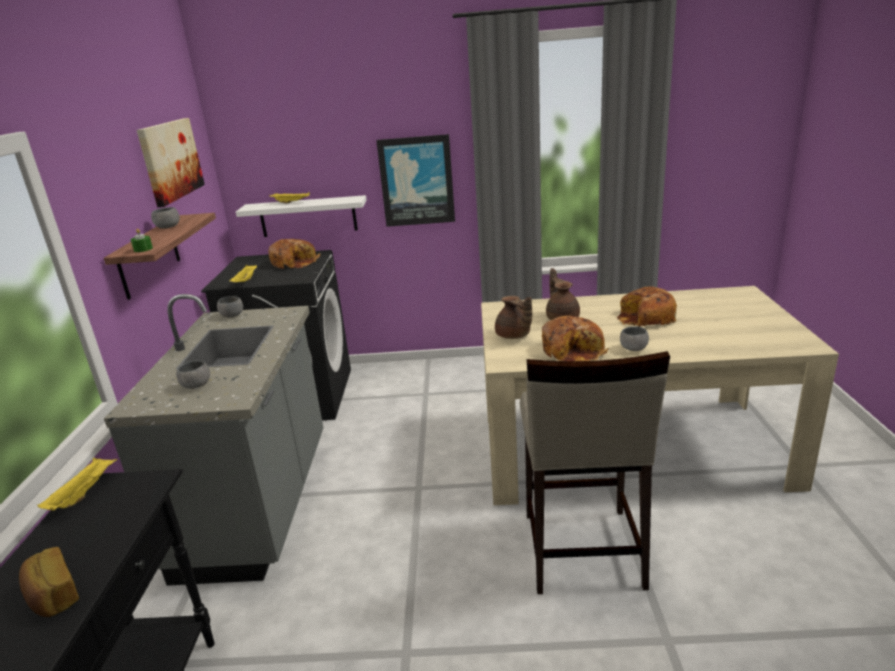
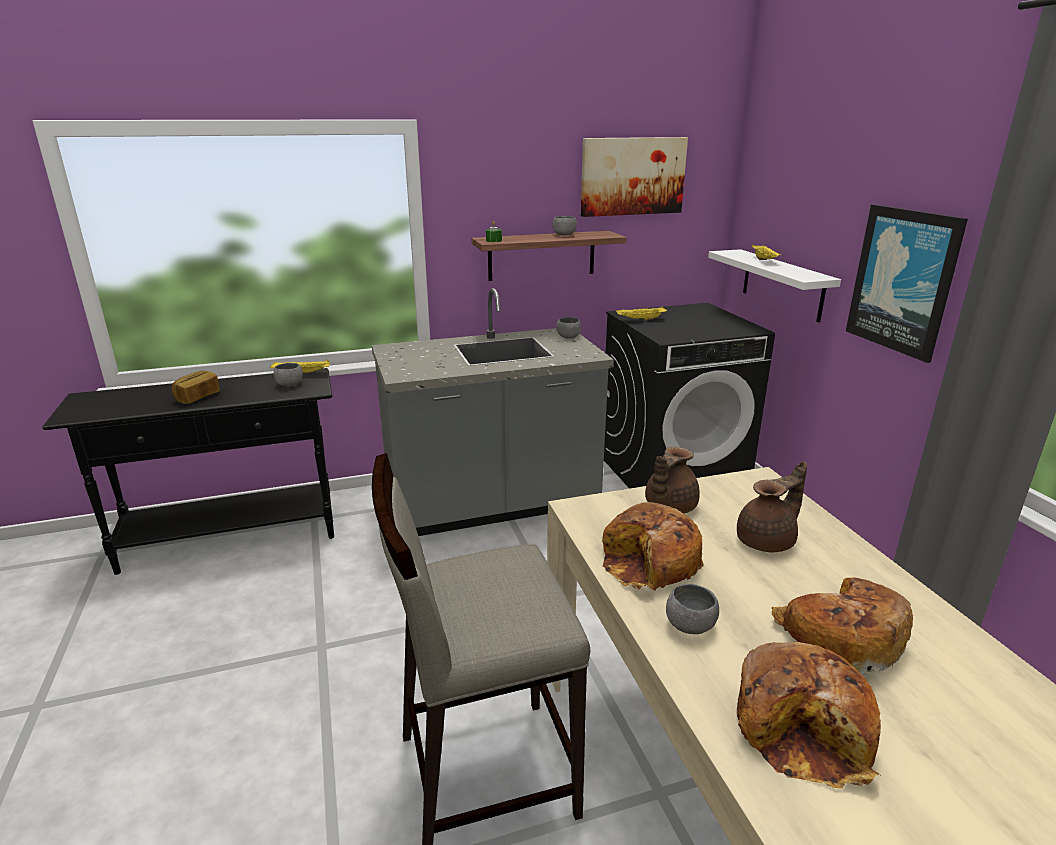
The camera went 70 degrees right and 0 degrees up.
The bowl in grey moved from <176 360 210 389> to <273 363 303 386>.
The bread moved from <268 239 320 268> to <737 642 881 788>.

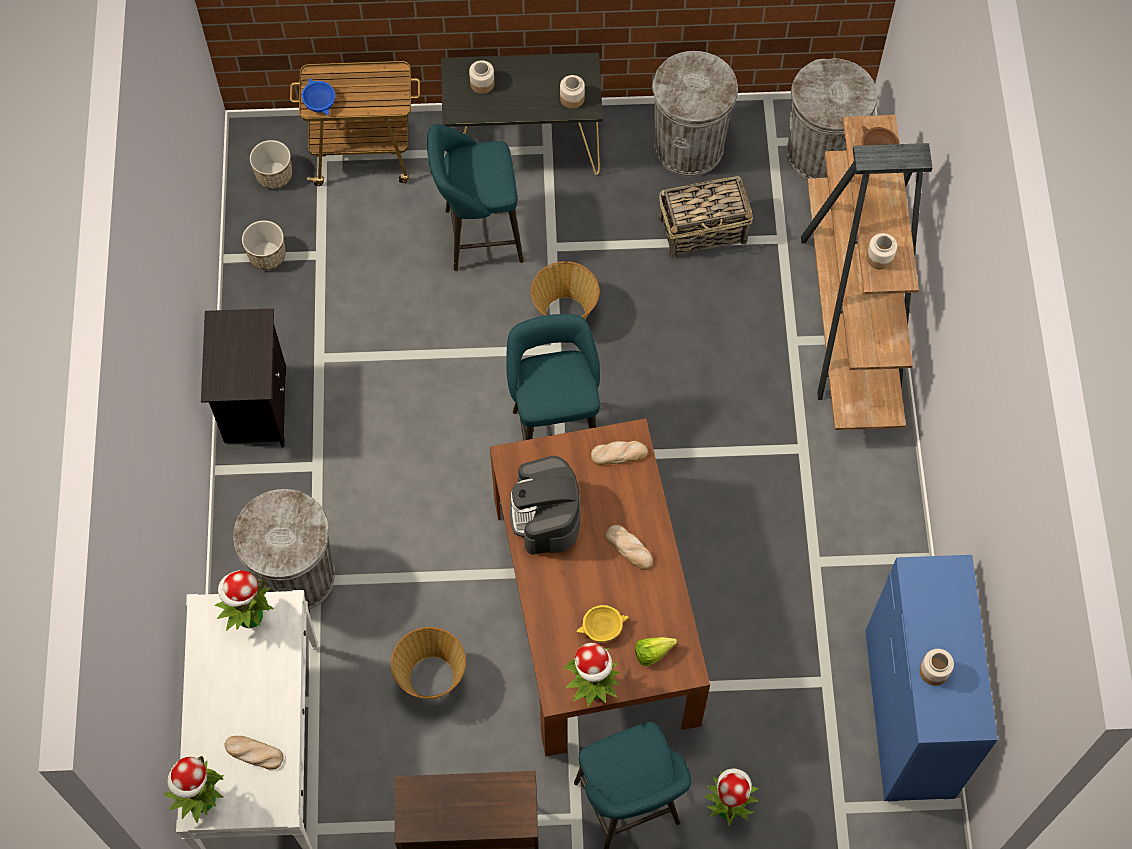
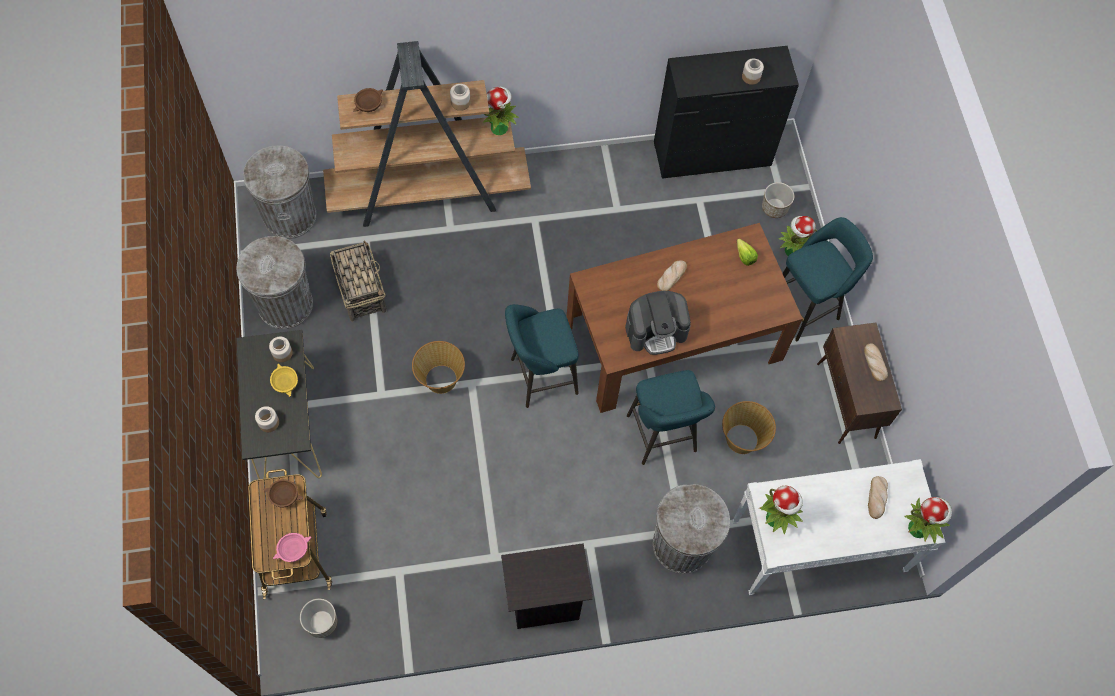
The camera went 100 degrees left and 0 degrees up.
The bowl in brown at <263 479 303 508> appeared.
The planter moved from <242 220 286 270> to <762 182 794 218>.
The stool in turquoise moved from <427 124 524 271> to <627 370 715 465>.
The potted plant moved from <563 643 620 707> to <483 87 519 135>.
The bowl in yellow moved from <576 605 629 642> to <270 363 298 397>.
The bread moved from <591 441 648 465> to <864 343 888 381>.
The bowl in blue at <302 78 335 116> became the bowl in pink at <273 533 311 562>.
The dresser in blue at <865 555 998 801> became the dresser in black at <654 46 799 179>.

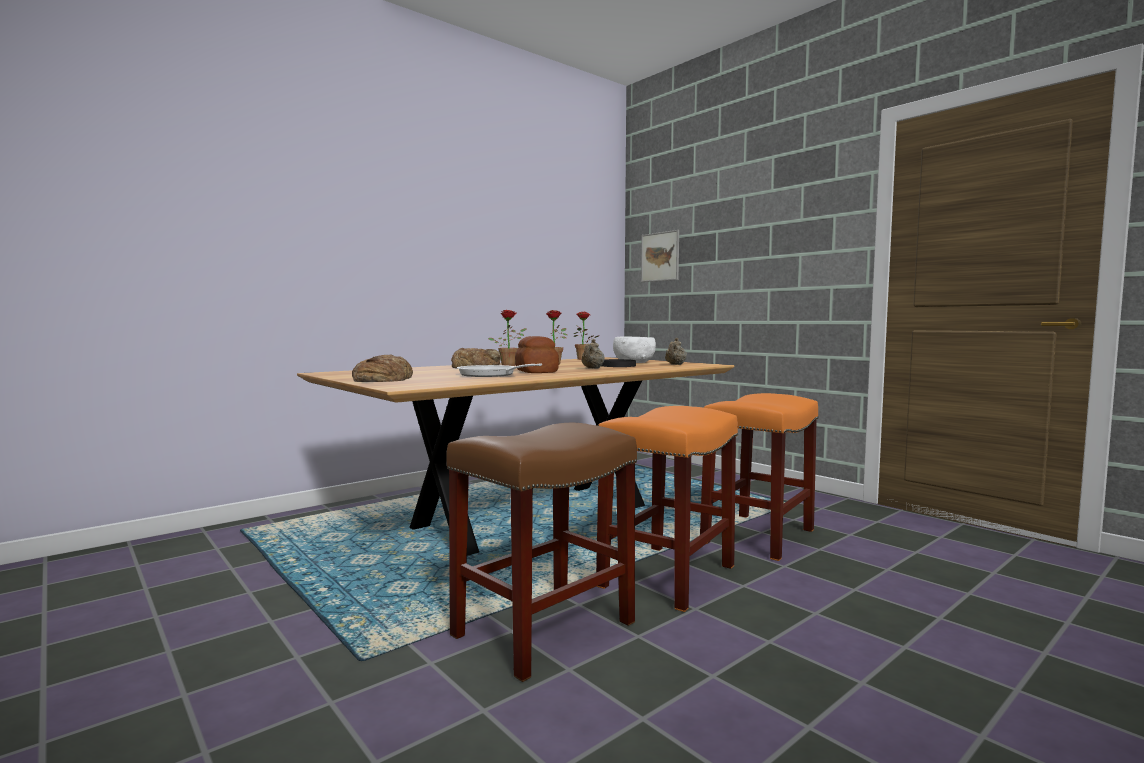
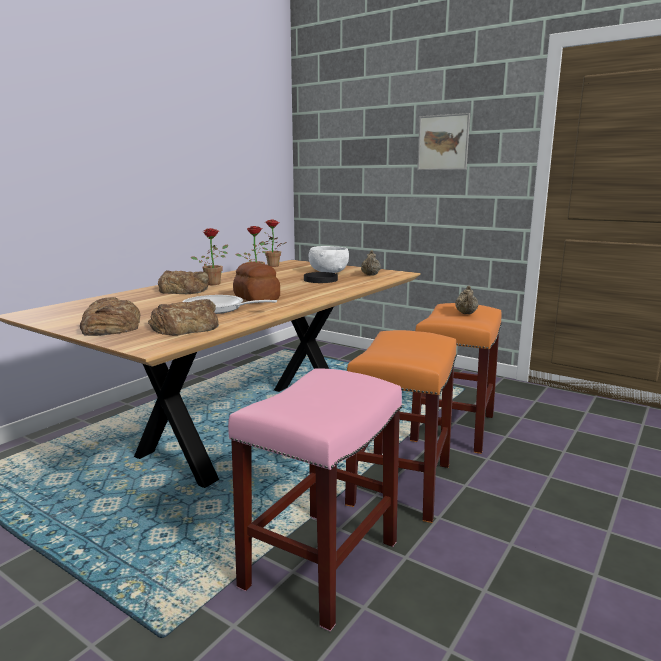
The camera went 15 degrees left and 10 degrees up.
The bread at <148 299 219 335> appeared.
The teapot in beige moved from <581 339 605 369> to <455 286 479 314>.
The picture moved from <641 230 679 282> to <417 113 470 170>.
The stool in brown at <446 423 637 682> became the stool in pink at <228 368 402 631>.

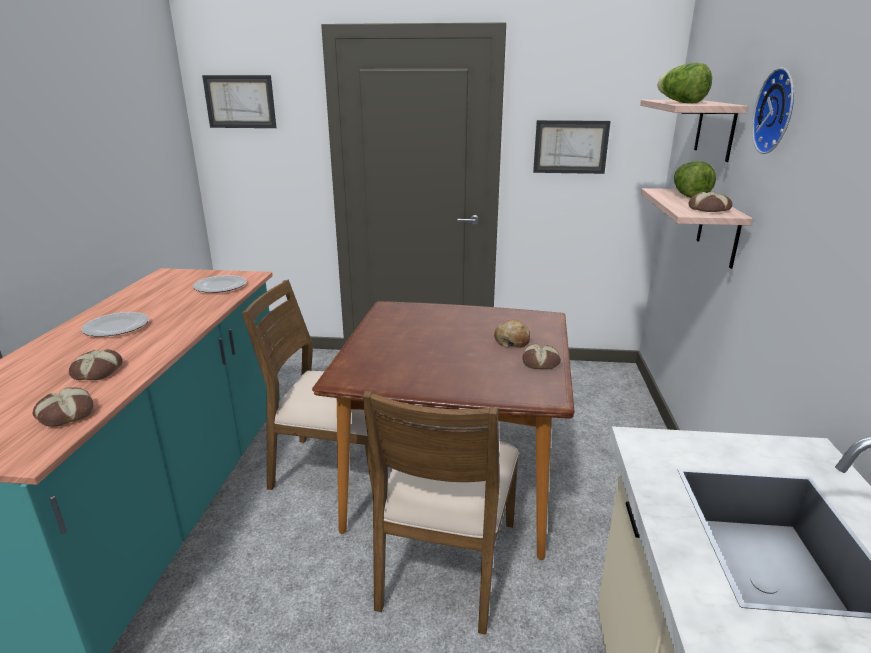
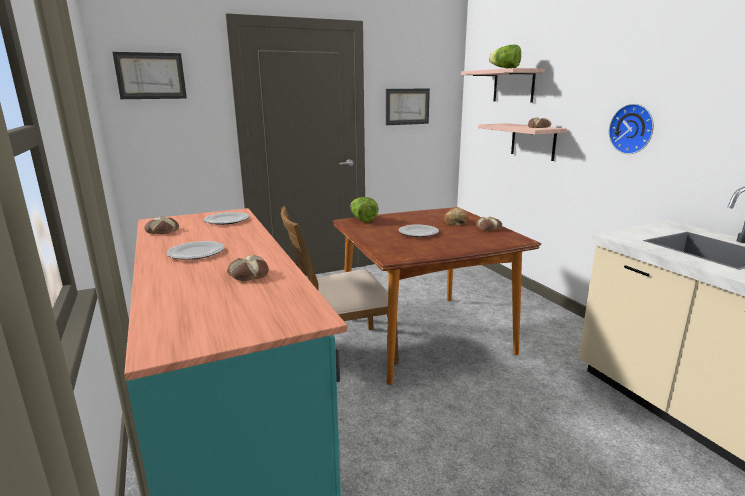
The camera went 30 degrees left and 5 degrees down.
The chair in brown at <362 391 519 635> disappeared.
The plate at <399 225 439 237> appeared.
The bread moved from <33 387 94 427> to <144 217 179 234>.
The lettuce moved from <674 161 716 198> to <350 197 378 222>.
The wall clock moved from <752 67 794 154> to <609 104 654 154>.

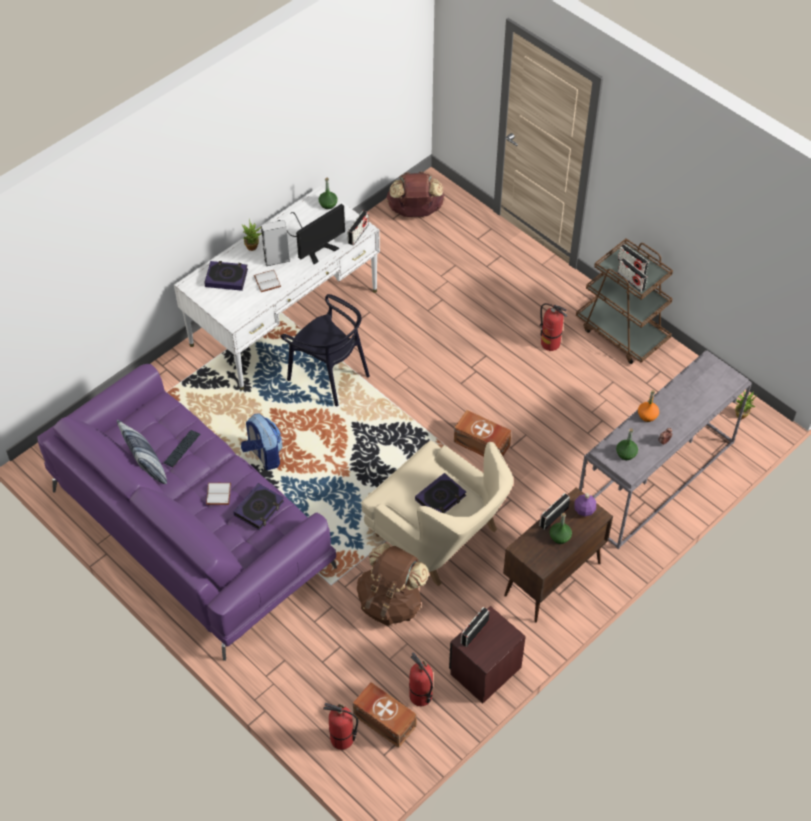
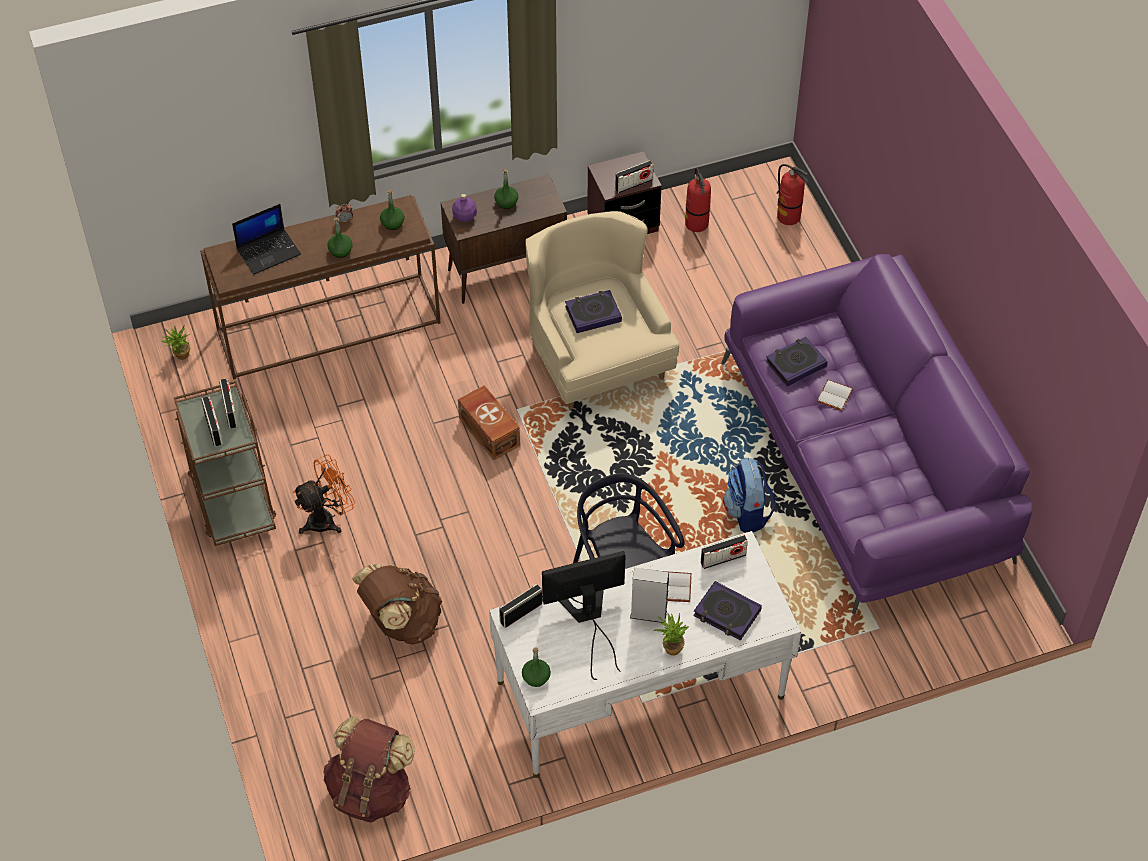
The camera went 155 degrees left and 0 degrees up.
The pillow at <117 420 167 484> disappeared.
The keyboard at <164 430 200 467> disappeared.
The storage box in brown at <353 682 417 748> disappeared.
The laptop at <232 204 301 275> appeared.
The backpack in brown moved from <357 543 429 626> to <352 564 443 645>.
The radio moved from <539 493 570 530> to <701 535 748 569>.
The fire extinguisher at <540 303 567 351> was replaced by the fan in orange at <292 454 355 534>.
The console table in grey at <579 351 752 549> became the console table in brown at <200 195 441 379>.
The bottle in orange at <638 390 659 422> became the bottle in green at <327 217 353 258>.

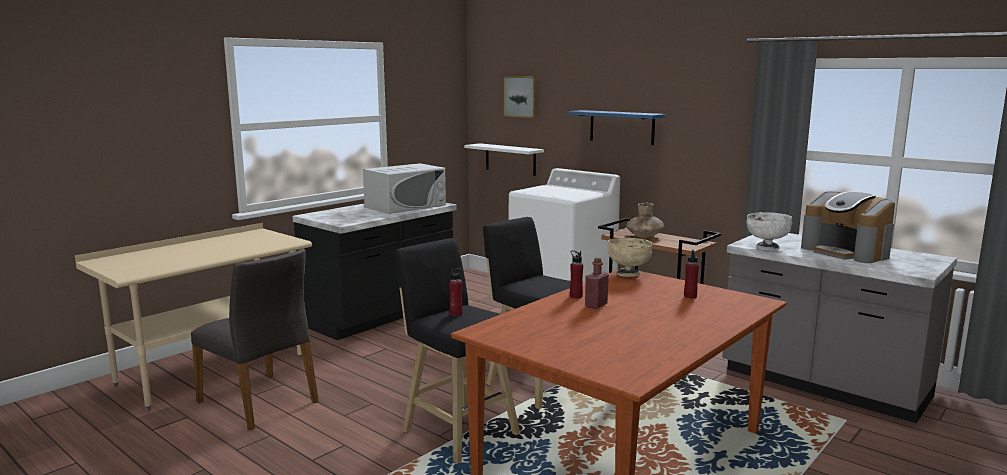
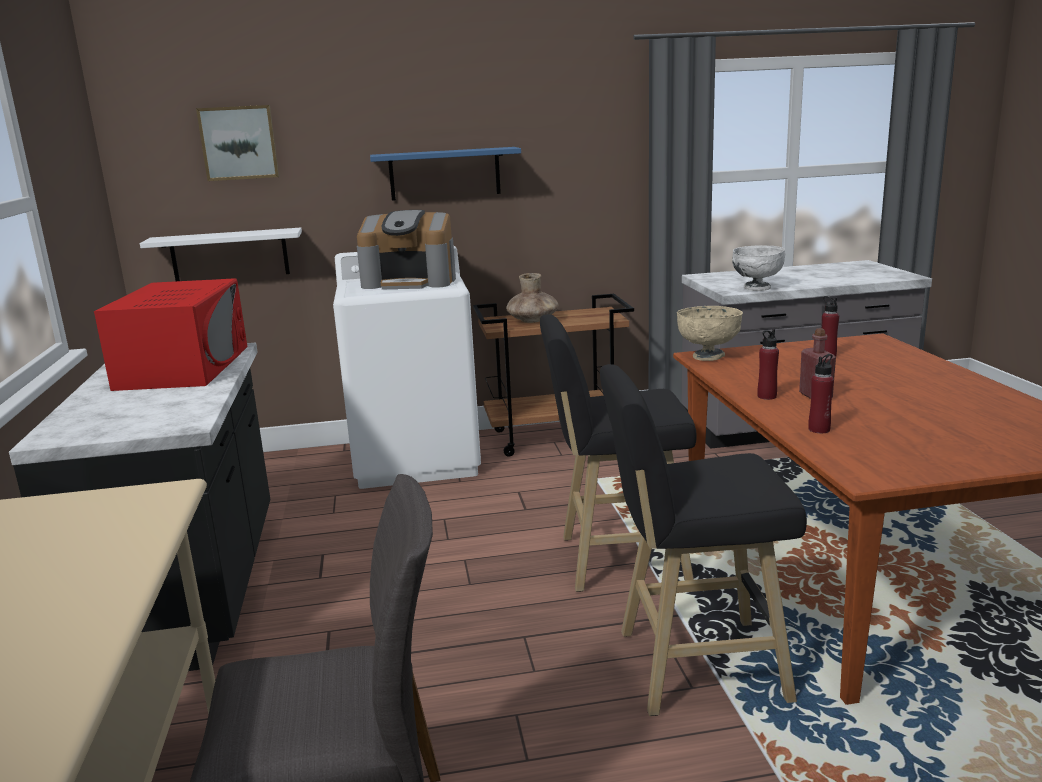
The camera went 50 degrees left and 5 degrees up.
The bottle in red moved from <449 267 463 316> to <808 354 834 433>.
The coffee machine moved from <801 191 895 263> to <357 210 456 289>.
The microwave in white at <363 163 446 214> became the microwave in red at <94 278 247 391>.

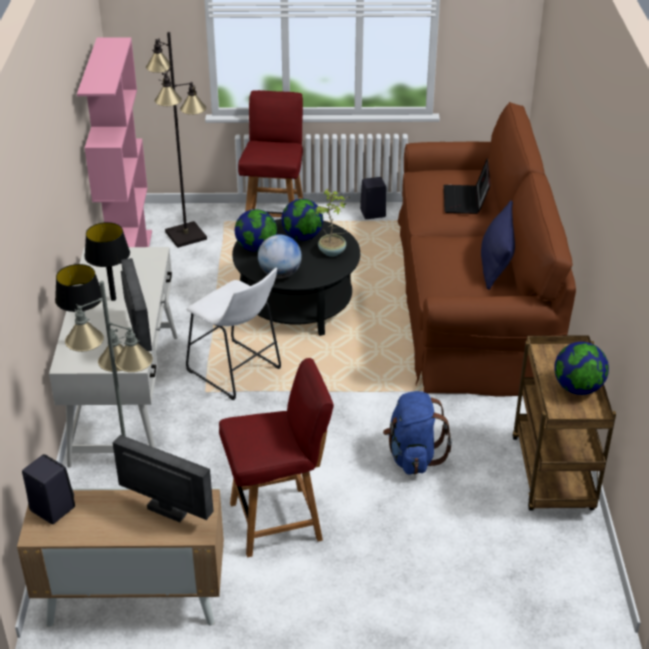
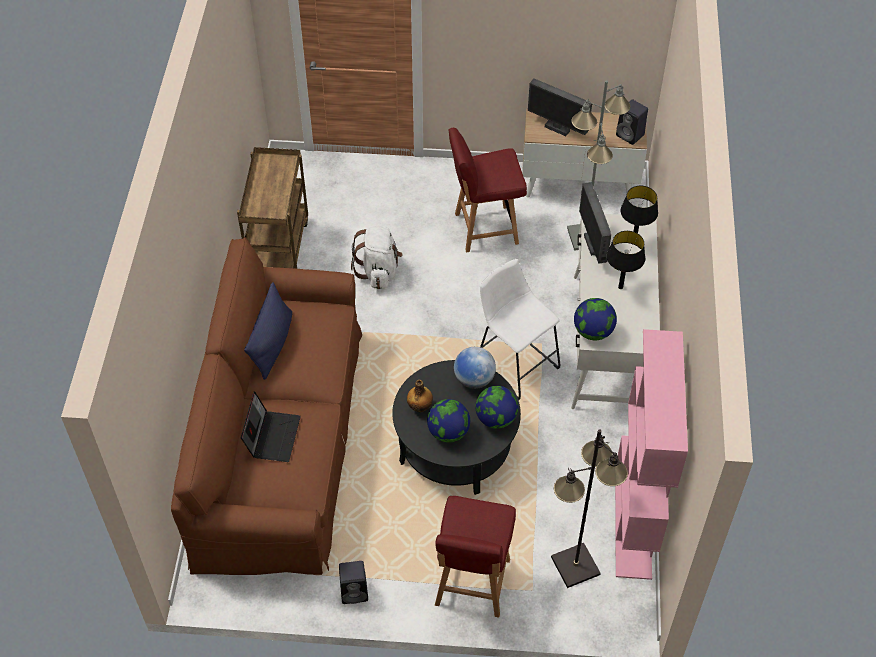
The camera went 175 degrees left and 15 degrees up.
The globe moved from <554 342 609 395> to <574 298 617 340>.
The potted plant at <315 189 350 257> was replaced by the bottle at <407 380 433 413>.
The backpack in blue at <383 391 452 474> became the backpack in white at <351 225 403 289>.

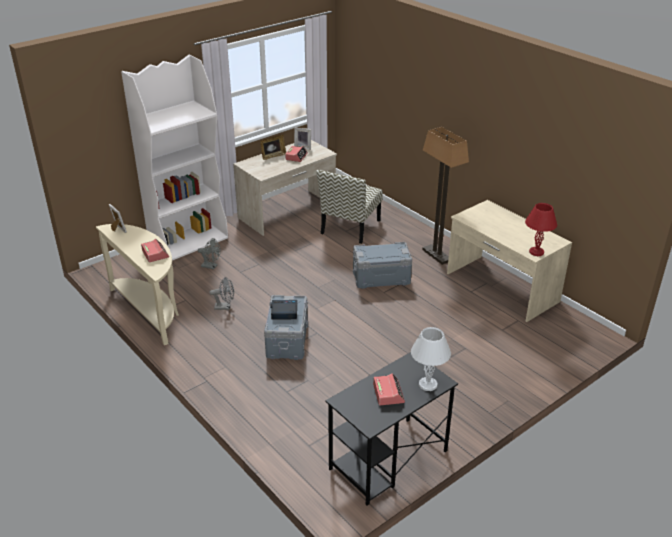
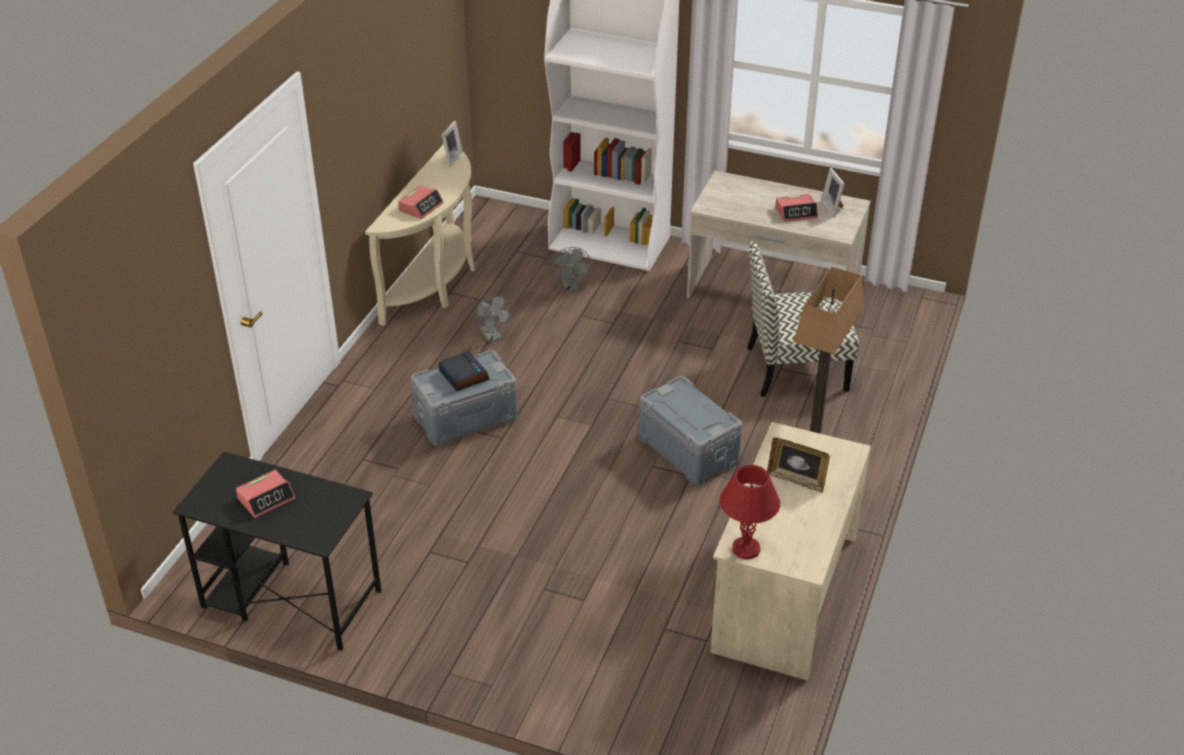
The camera went 60 degrees right and 5 degrees up.
The table lamp in white at <411 327 451 391> disappeared.
The picture frame moved from <260 135 286 160> to <767 438 830 493>.

